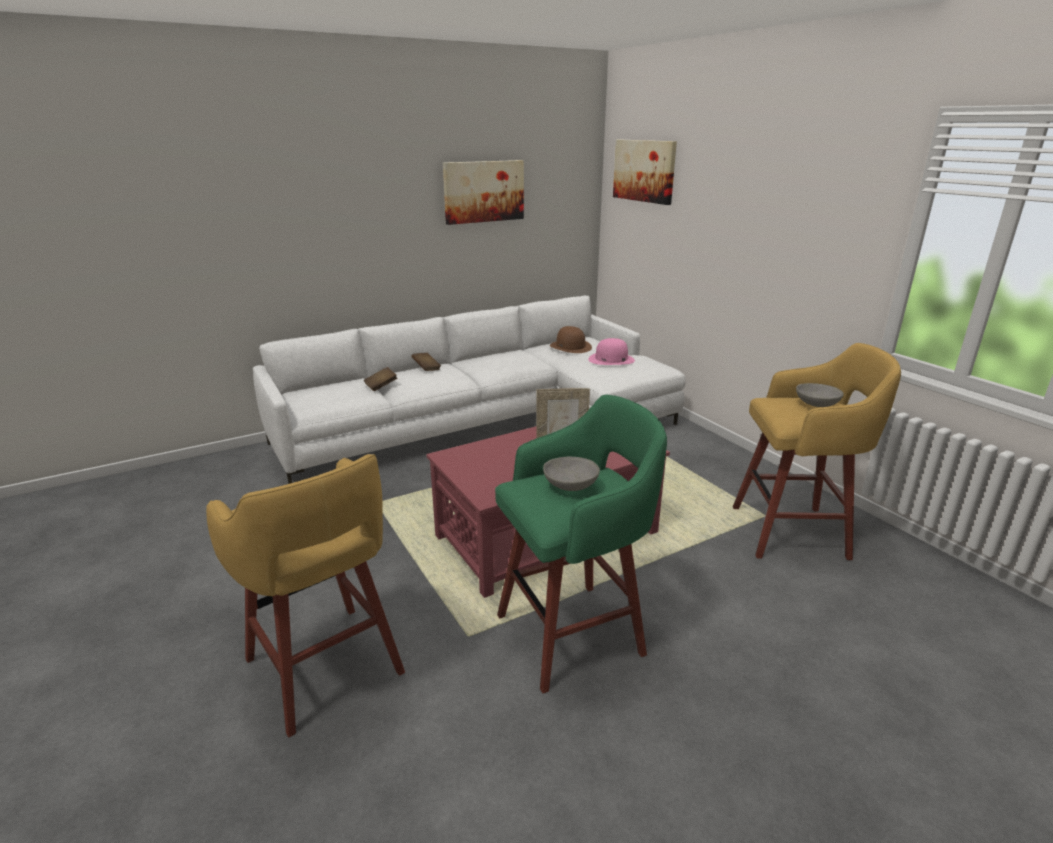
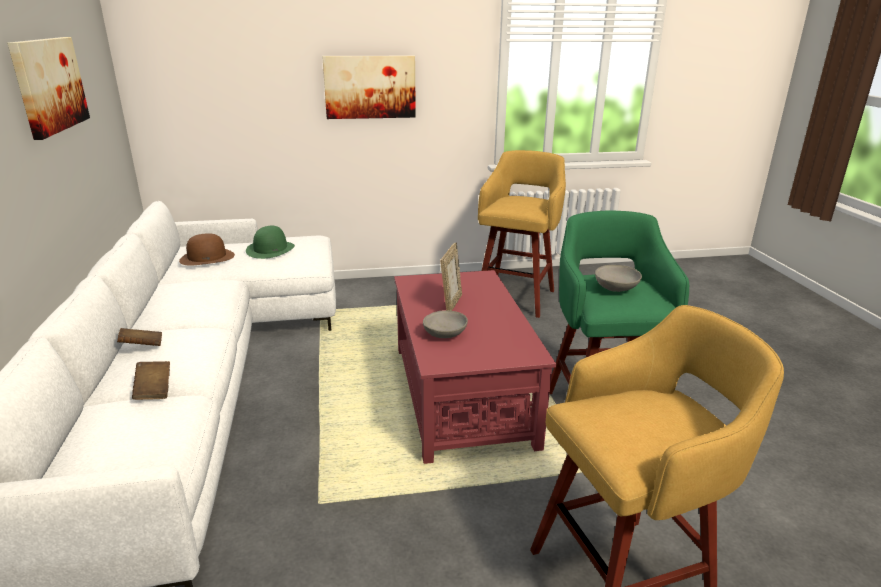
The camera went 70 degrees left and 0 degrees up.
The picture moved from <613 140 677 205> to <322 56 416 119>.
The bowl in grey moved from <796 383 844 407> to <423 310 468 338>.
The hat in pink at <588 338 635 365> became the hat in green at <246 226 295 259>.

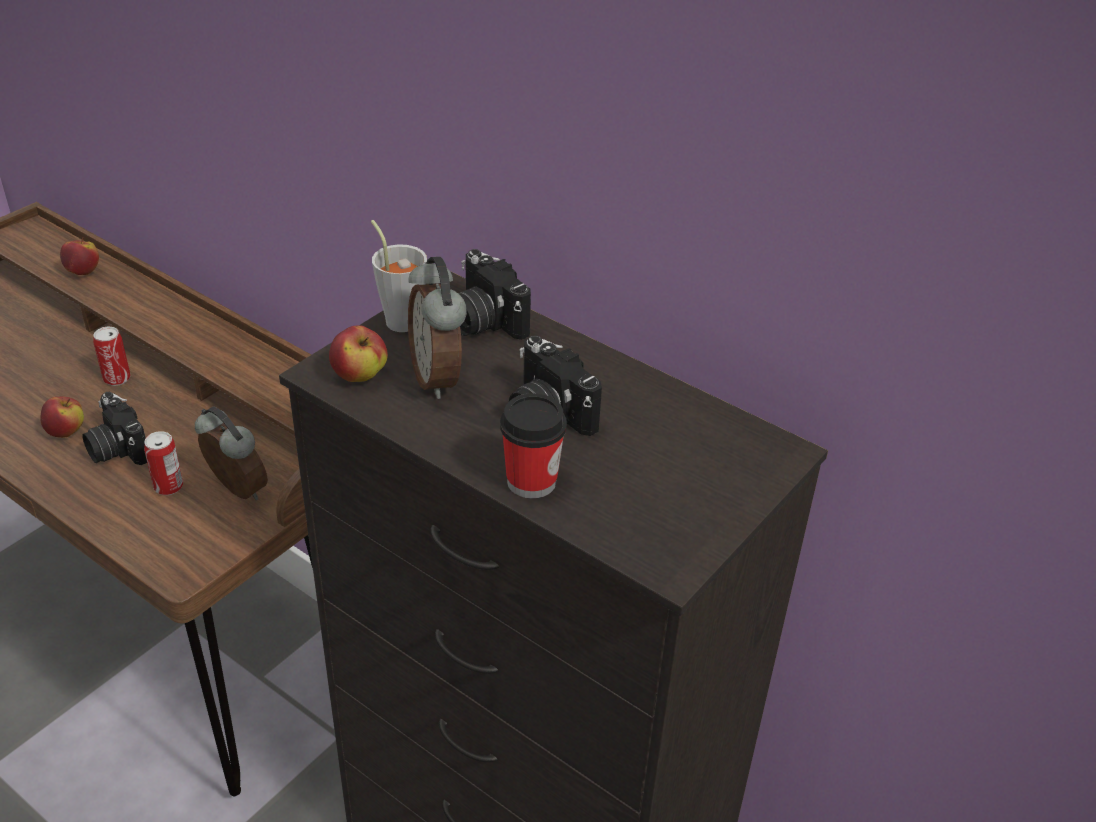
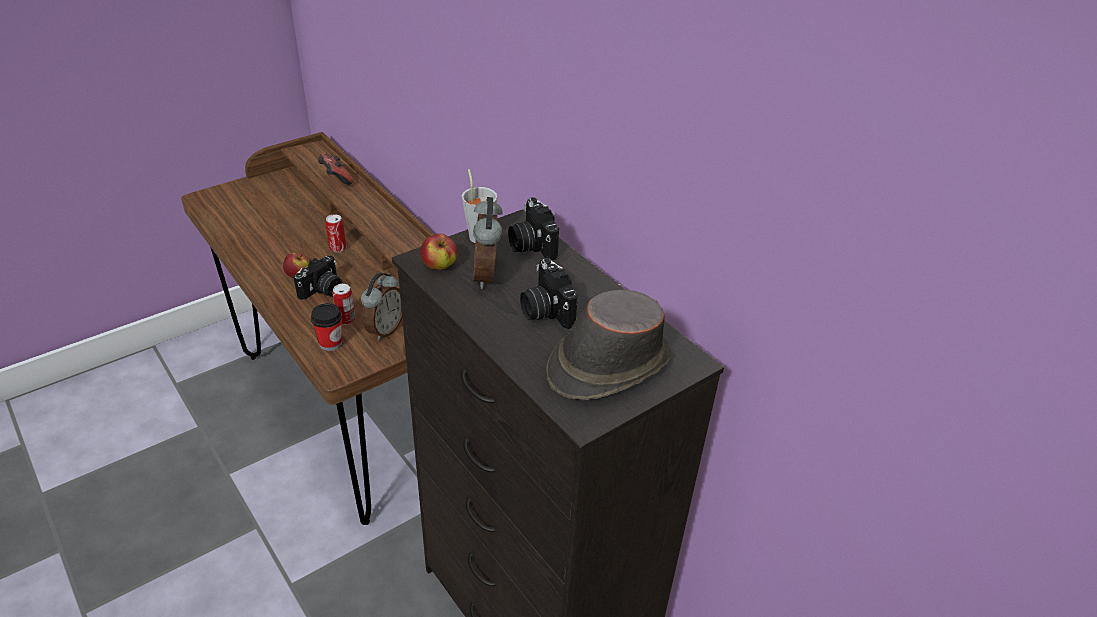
The camera went 15 degrees right and 0 degrees up.
The hat in brown at <546 290 672 400> appeared.
The cup moved from <500 393 567 499> to <311 303 342 351>.
The apple at <60 237 99 275> was replaced by the game controller at <317 153 353 185>.
The photo camera at <82 392 147 465> turned 120 degrees counterclockwise.
The alarm clock at <195 407 268 500> turned 60 degrees clockwise.

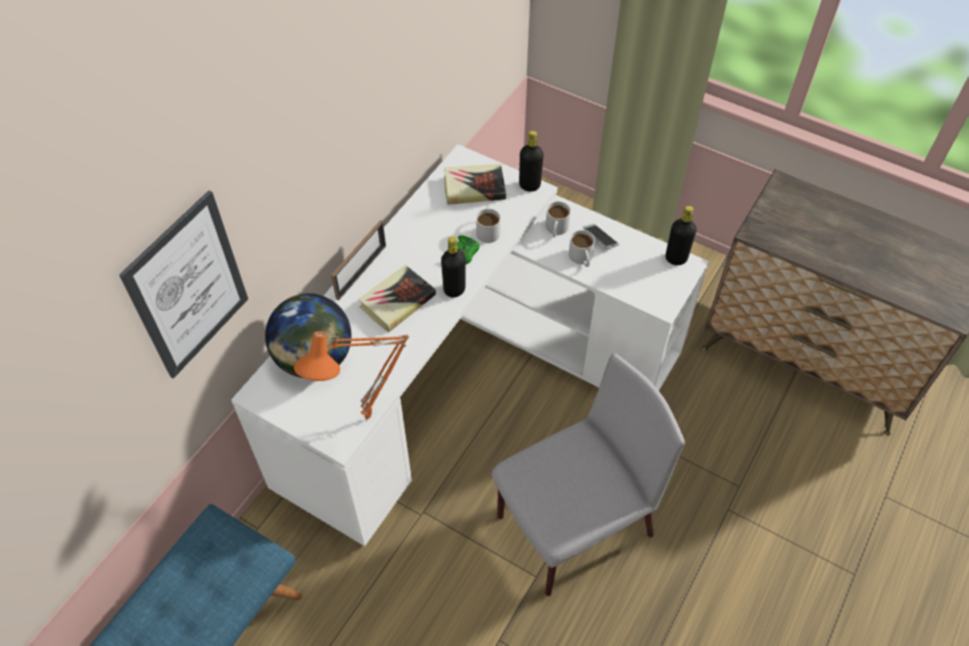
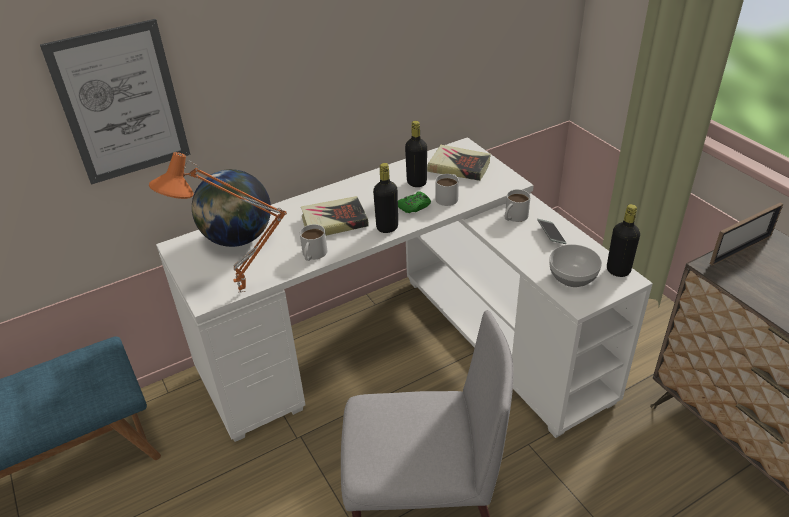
The camera went 30 degrees right and 15 degrees down.
The bowl at <549 244 602 287> appeared.
The picture frame moved from <331 220 386 301> to <710 202 783 266>.
The bottle in black moved from <519 130 544 192> to <405 121 427 187>.
The mug in white moved from <569 230 595 267> to <300 224 327 261>.

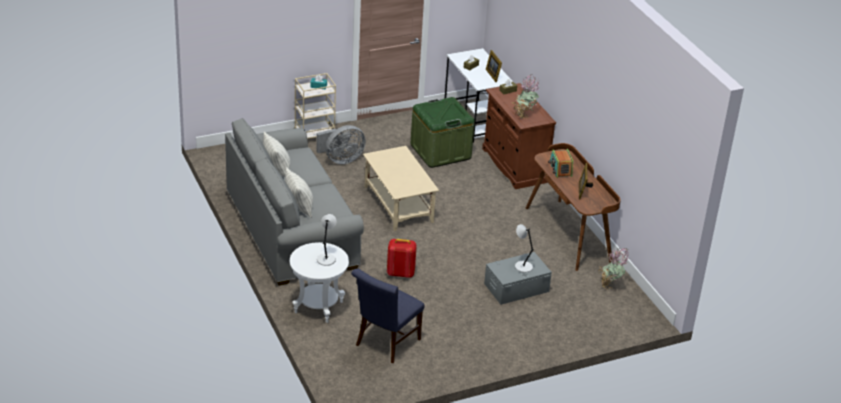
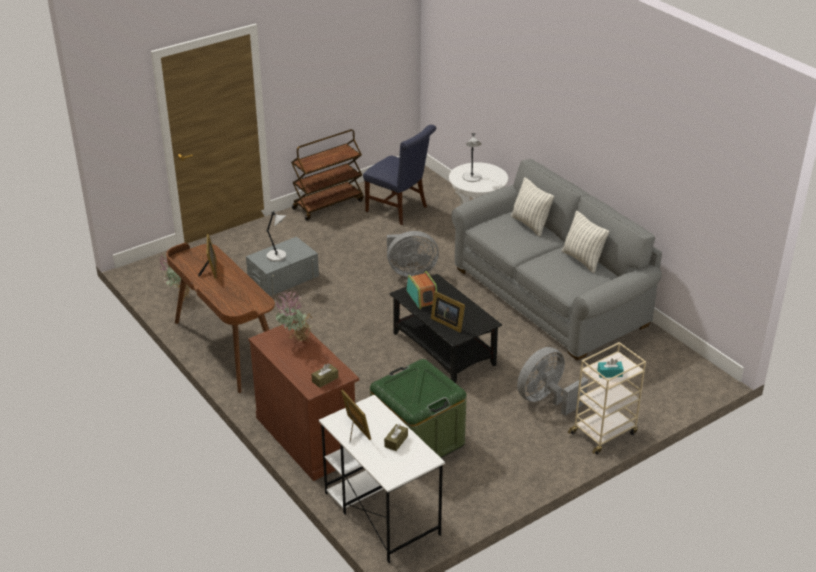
The camera went 170 degrees right and 0 degrees up.
The cart in brown at <291 129 364 221> appeared.
The picture frame at <431 291 465 333> appeared.
The radio moved from <548 149 573 178> to <406 271 437 309>.
The backpack in red at <387 239 417 278> was replaced by the fan in grey at <387 231 439 277>.
The coffee table in beige at <363 146 439 231> became the coffee table in black at <390 274 502 383>.
The chair in blue at <351 269 425 363> turned 105 degrees clockwise.

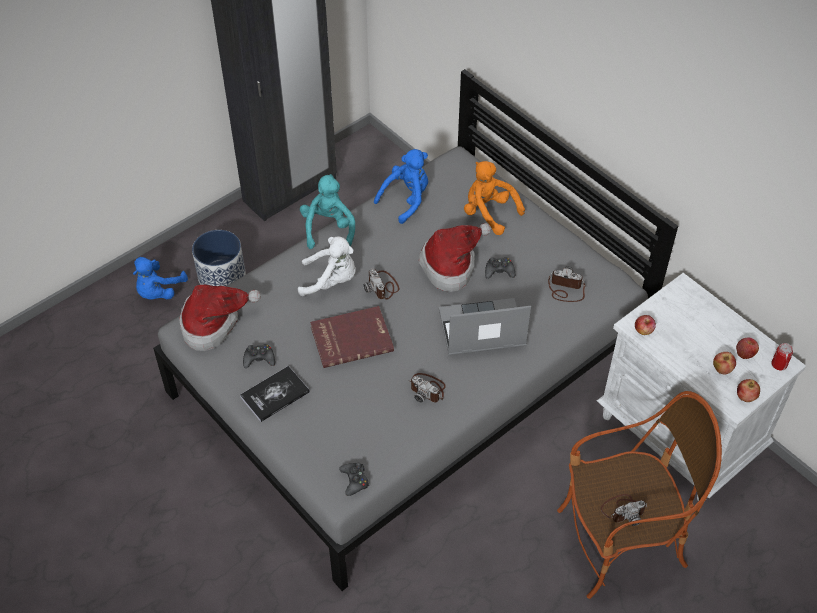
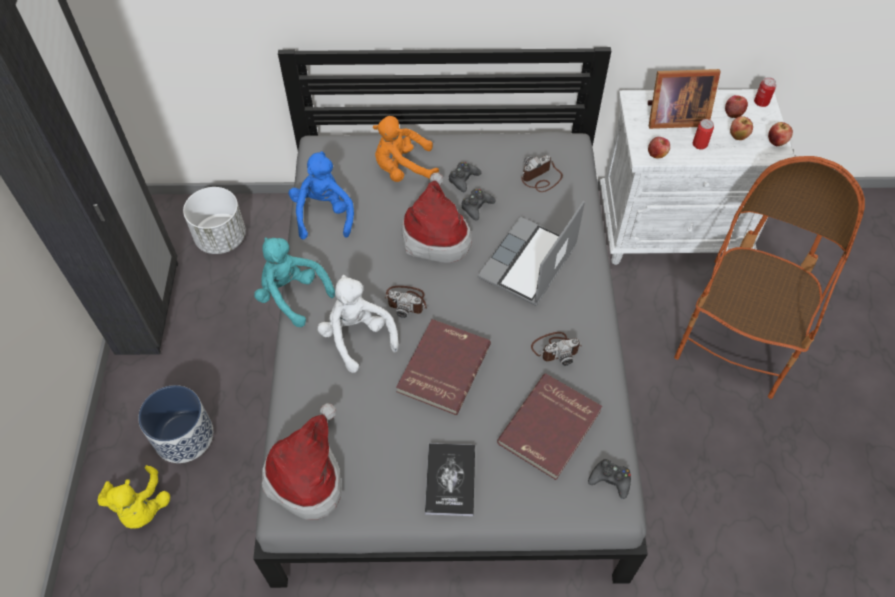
The camera went 50 degrees left and 5 degrees up.
The photo camera at <601 494 647 526> disappeared.
The planter in white at <183 187 246 254> appeared.
The book in red at <497 373 602 480> appeared.
The picture frame at <648 69 721 129> appeared.
The can at <693 119 714 150> appeared.
The game controller in black moved from <243 344 275 368> to <449 162 481 192>.
The plush toy in blue at <133 257 188 300> became the plush toy in yellow at <97 465 170 529>.
The plush toy in white at <298 236 356 296> turned 75 degrees counterclockwise.

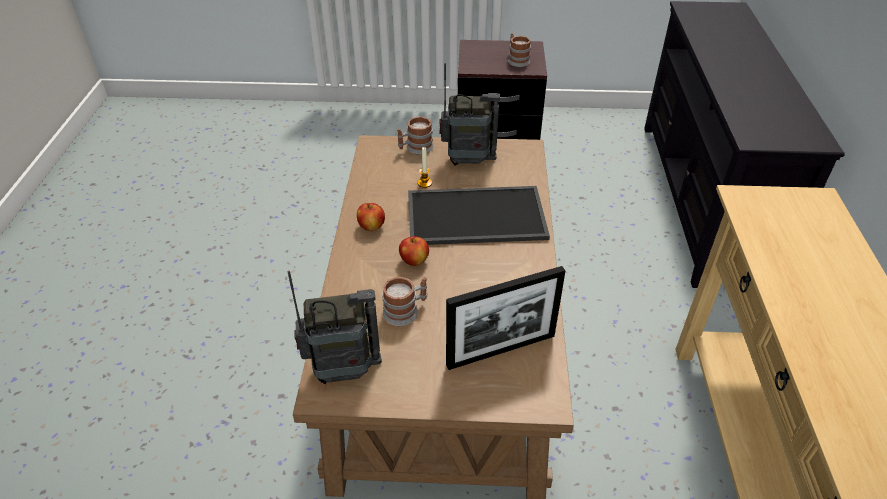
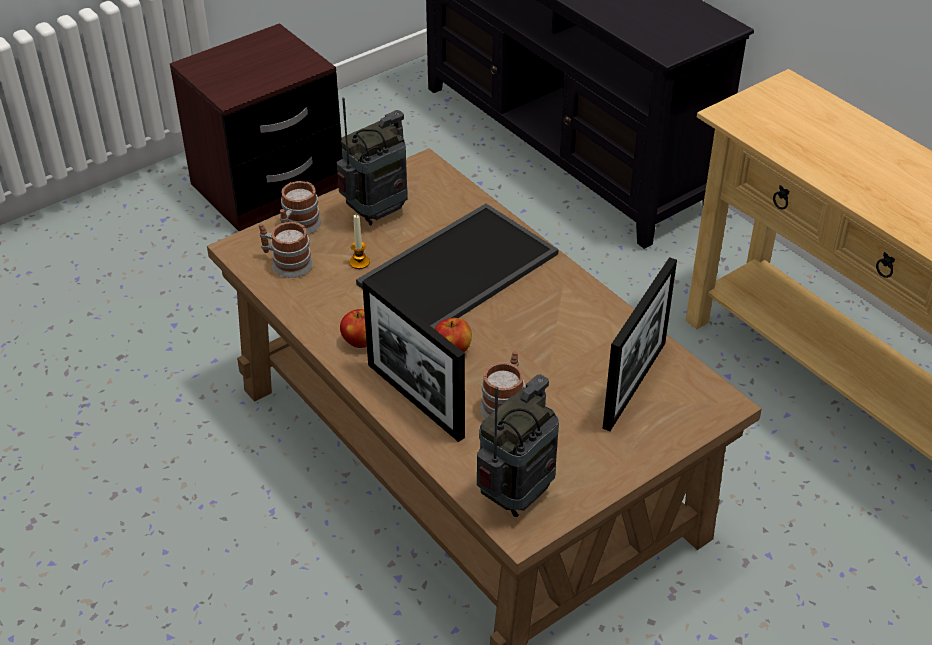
The camera went 40 degrees left and 0 degrees up.
The picture frame at <362 278 465 442> appeared.
The mug moved from <508 33 531 67> to <259 222 313 278>.

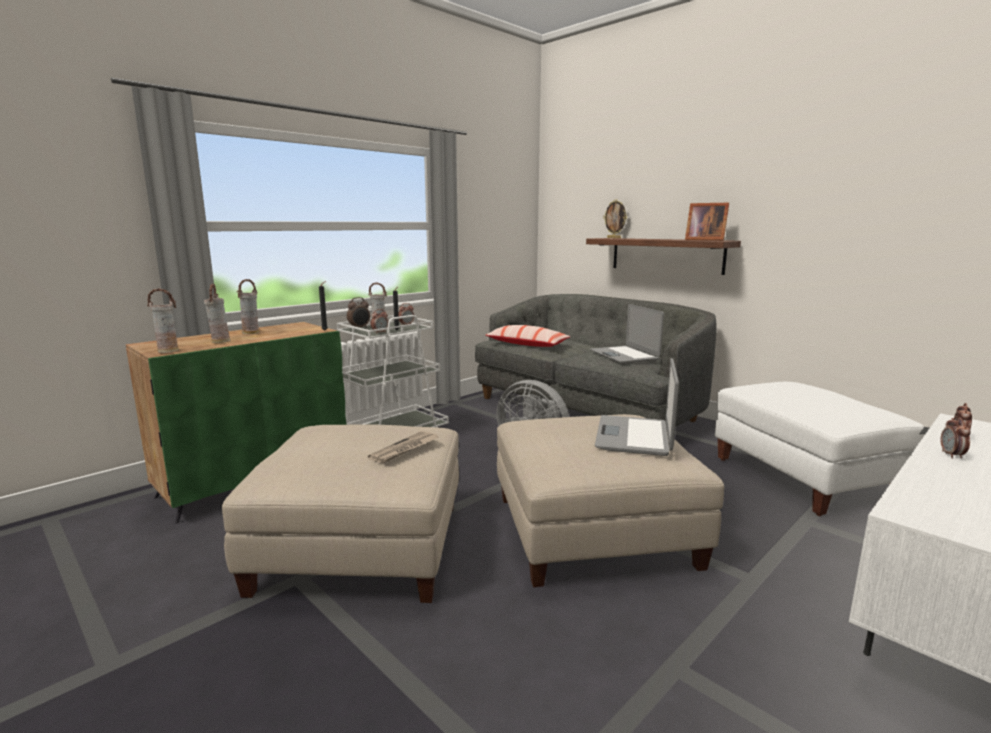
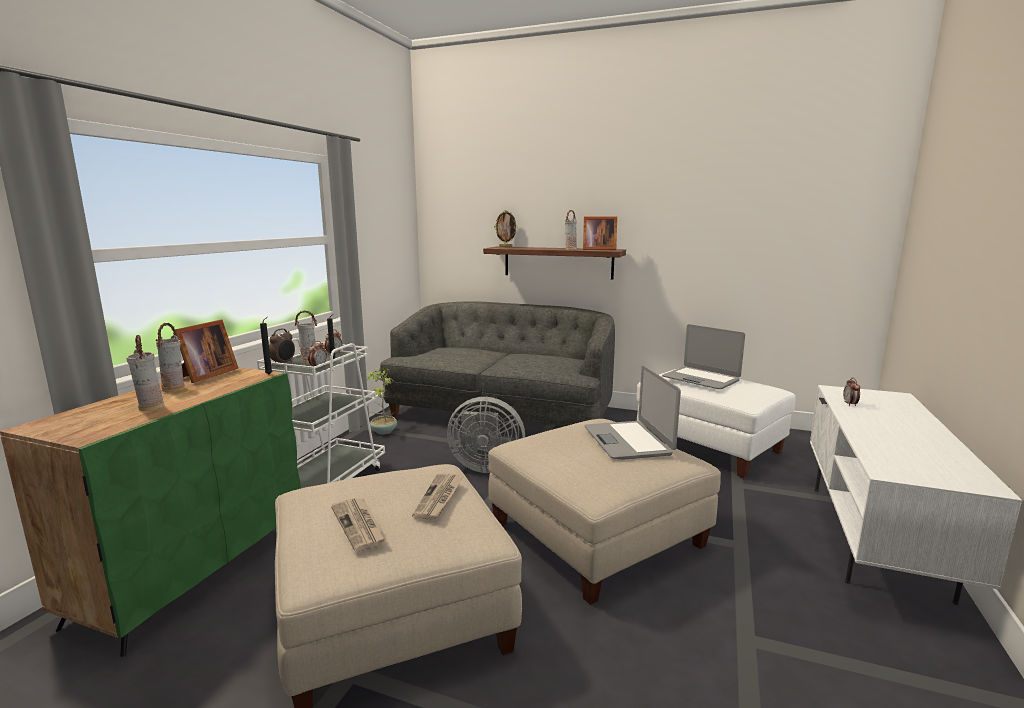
The camera went 25 degrees left and 0 degrees up.
The pillow at <486 325 571 347> disappeared.
The alarm clock at <940 416 971 459> disappeared.
The picture frame at <175 319 238 383> appeared.
The newspaper at <331 498 386 552> appeared.
The potted plant at <367 368 397 434> appeared.
The vase moved from <147 288 179 353> to <565 210 577 250>.
The laptop moved from <590 304 664 363> to <662 324 745 389>.

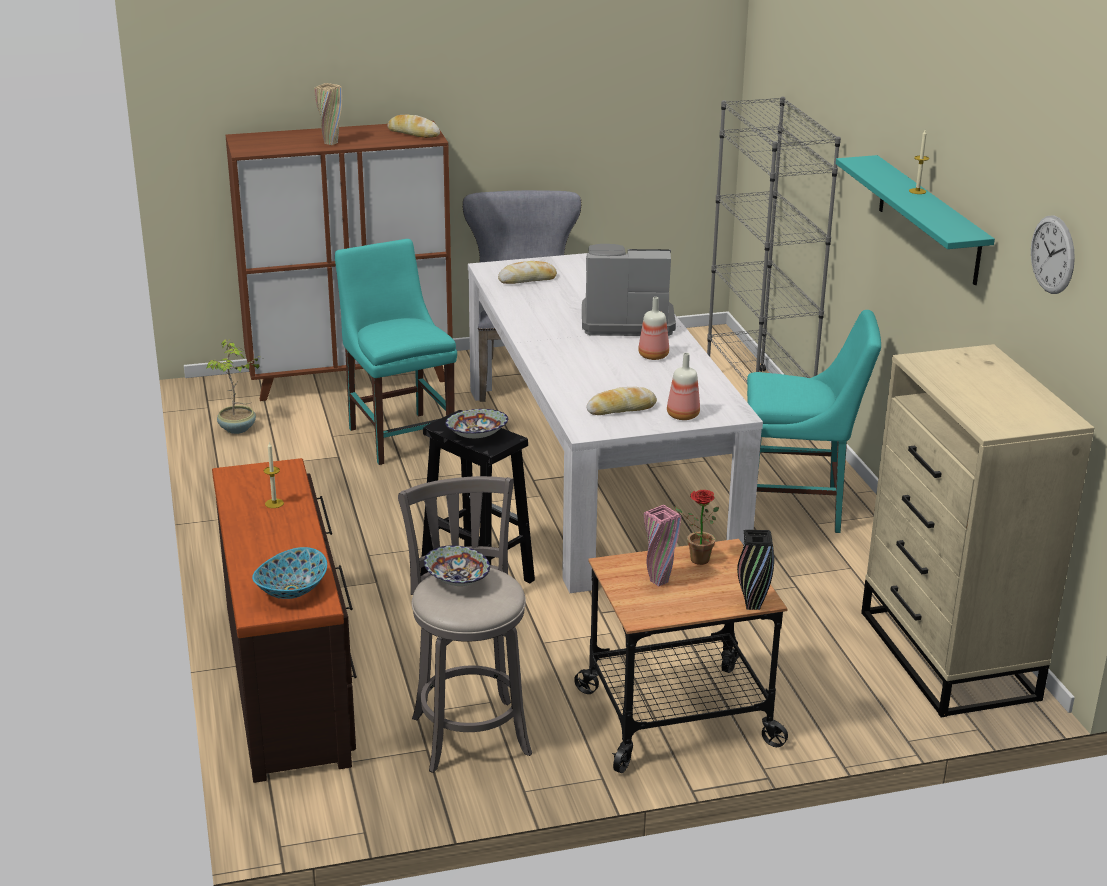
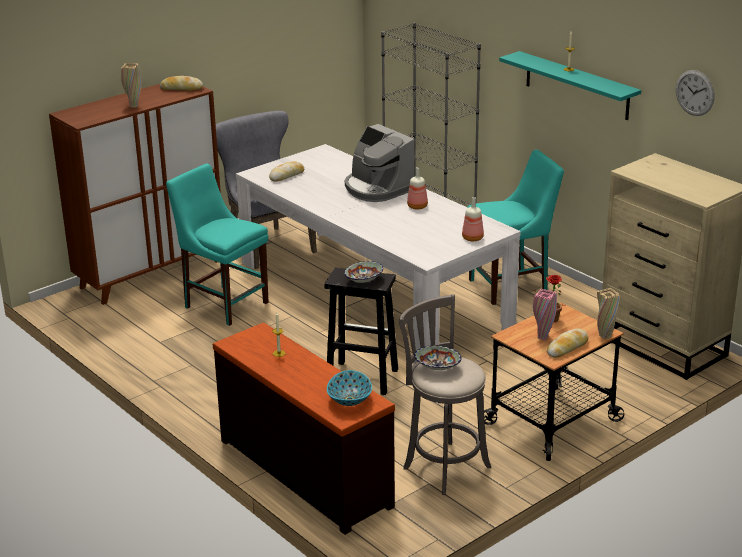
The camera went 25 degrees left and 0 degrees up.
The potted plant at <206 339 260 434> disappeared.
The bread moved from <587 387 657 415> to <547 328 588 358>.
The vase in black at <737 530 774 610> became the vase in beige at <597 288 620 339>.
The coffee machine at <582 244 676 336> turned 105 degrees counterclockwise.

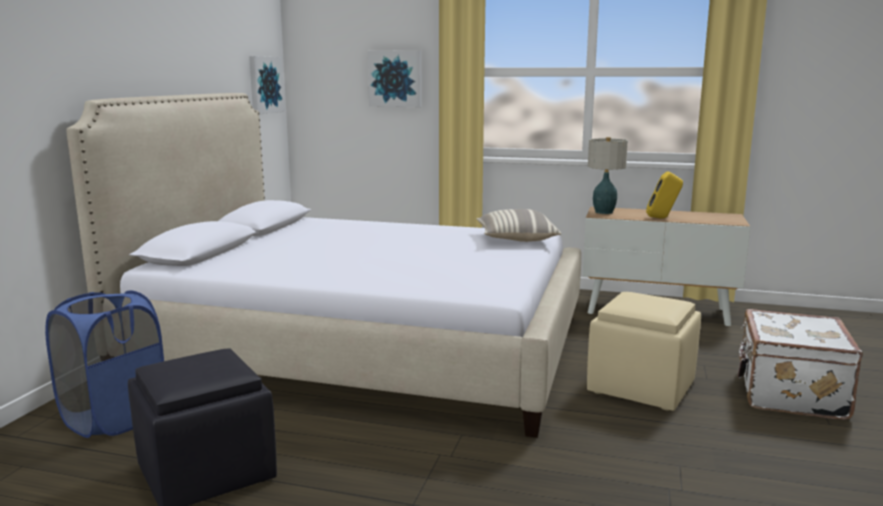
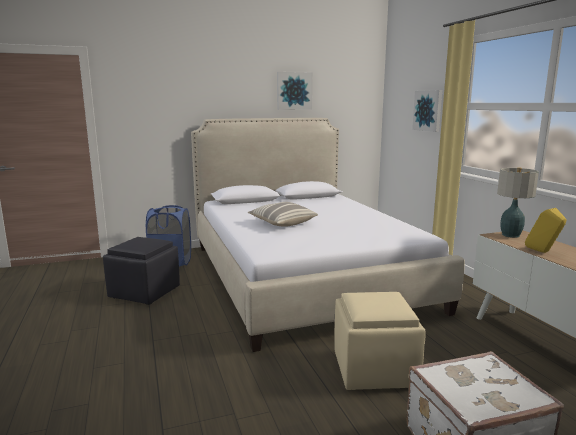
The camera went 55 degrees right and 0 degrees up.
The picture moved from <249 56 285 114> to <277 72 312 110>.
The pillow moved from <476 209 561 242> to <248 202 318 227>.

